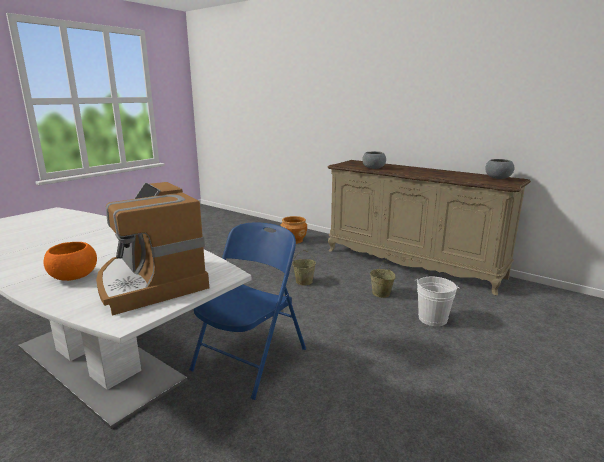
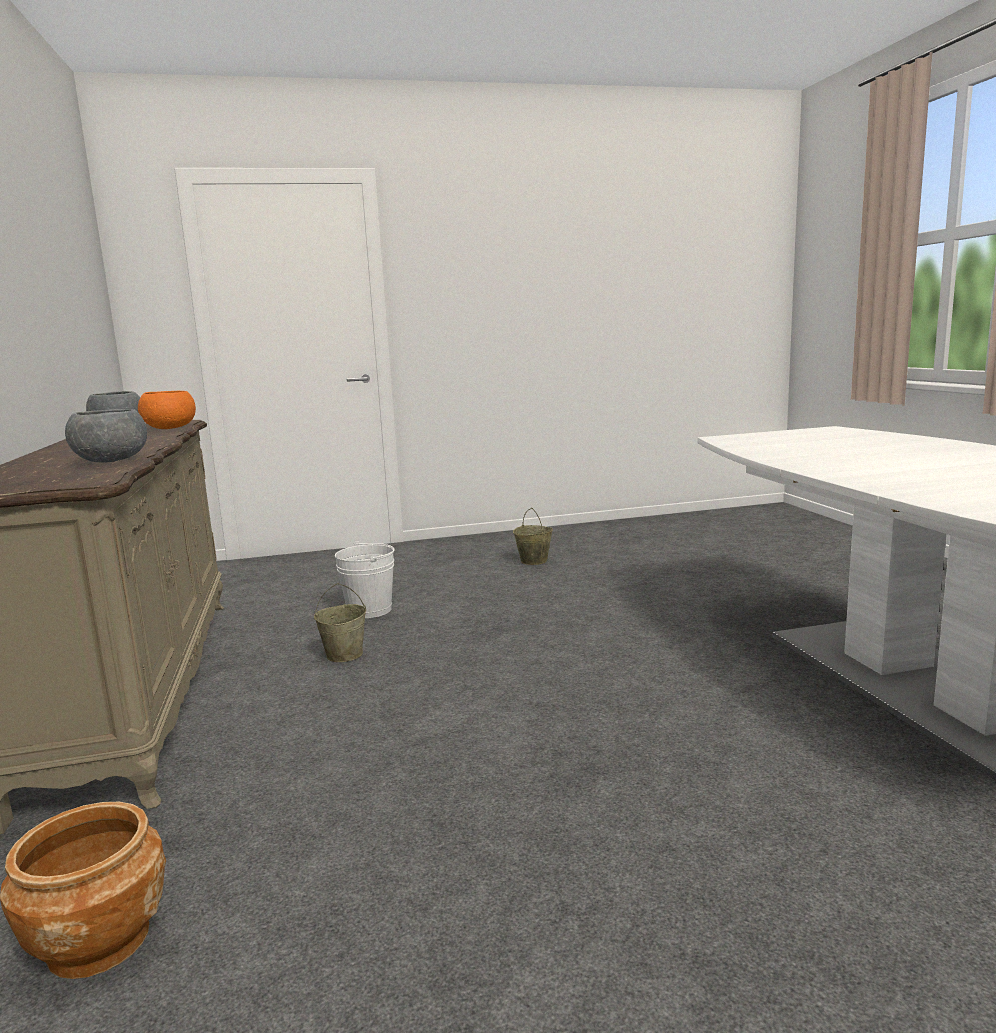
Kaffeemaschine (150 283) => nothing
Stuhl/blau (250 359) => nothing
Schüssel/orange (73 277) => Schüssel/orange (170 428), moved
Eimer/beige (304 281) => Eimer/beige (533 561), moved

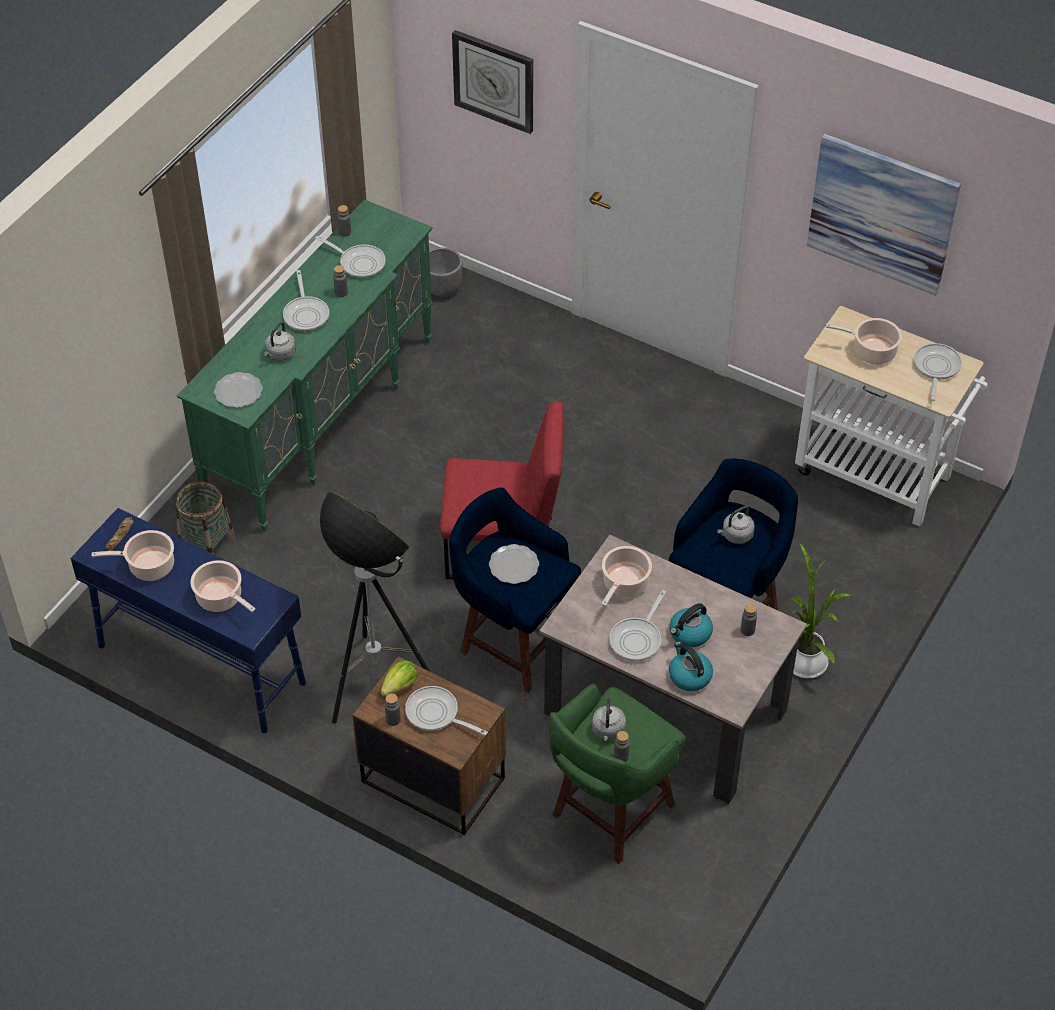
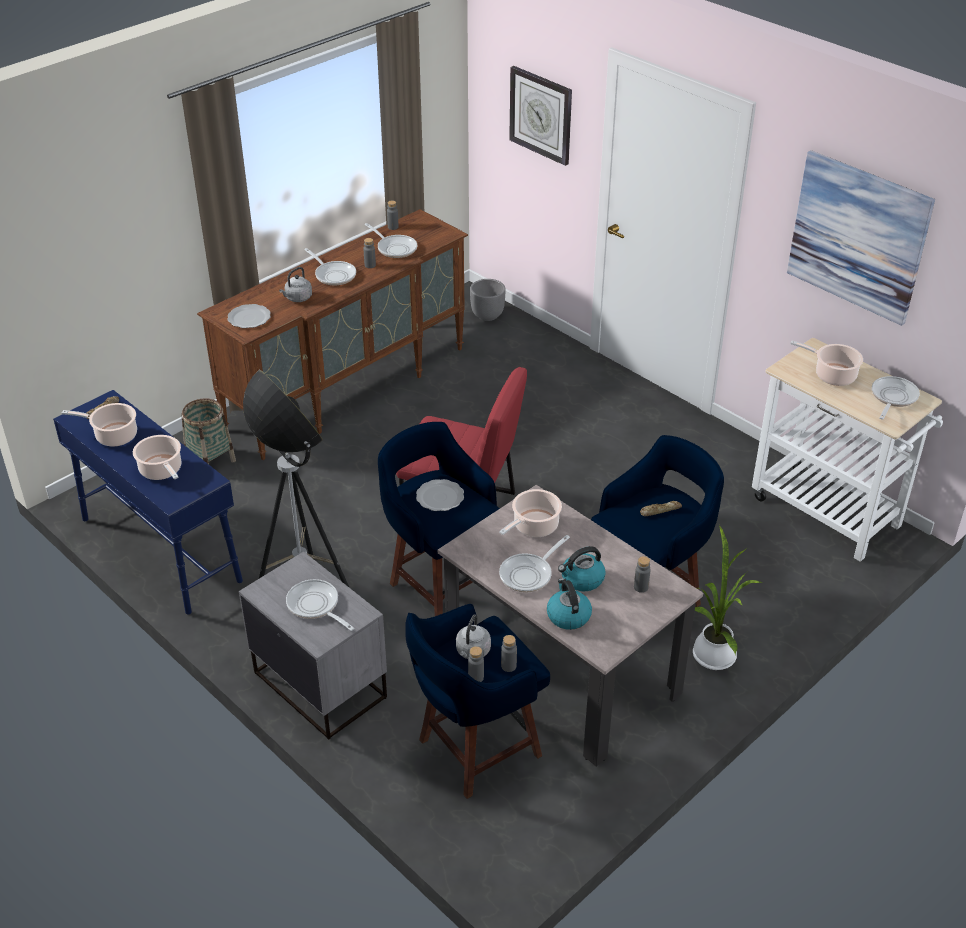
Salatkopf (398 688) => nothing
Flasche/grau (393 720) => Flasche/grau (508 666), moved
Wasserkessel/grau (736 536) => Brot (660 510)
Schrank/grün (323 420) => Schrank/braun (349 389)
Nachttisch/braun (433 779) => Nachttisch/grau (320 684)
Hocker/grün (609 814) => Hocker/blau (475 750)
Pfanne (306 314) => Pfanne (333 275), 45 degrees counterclockwise

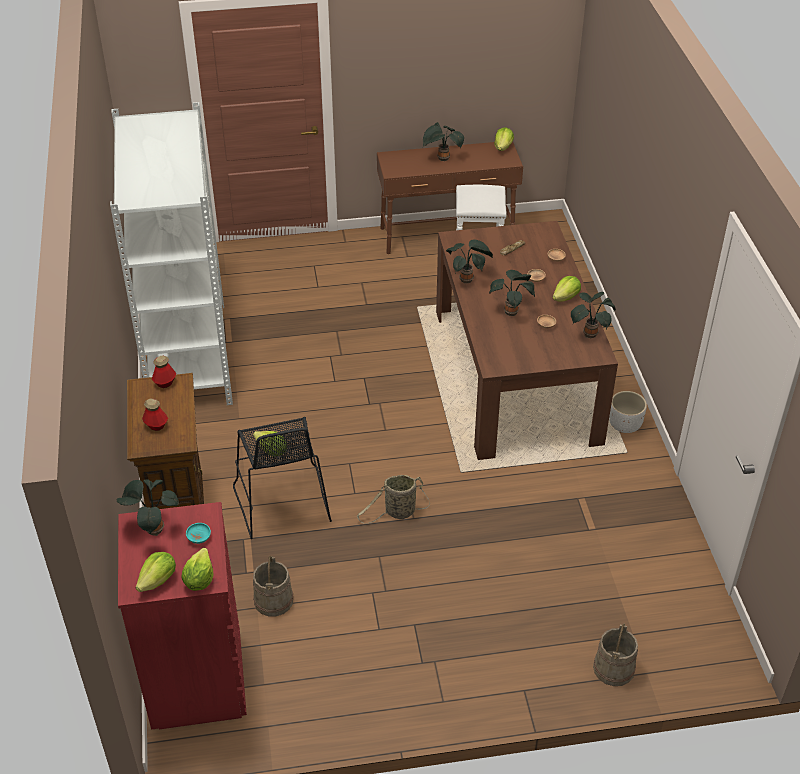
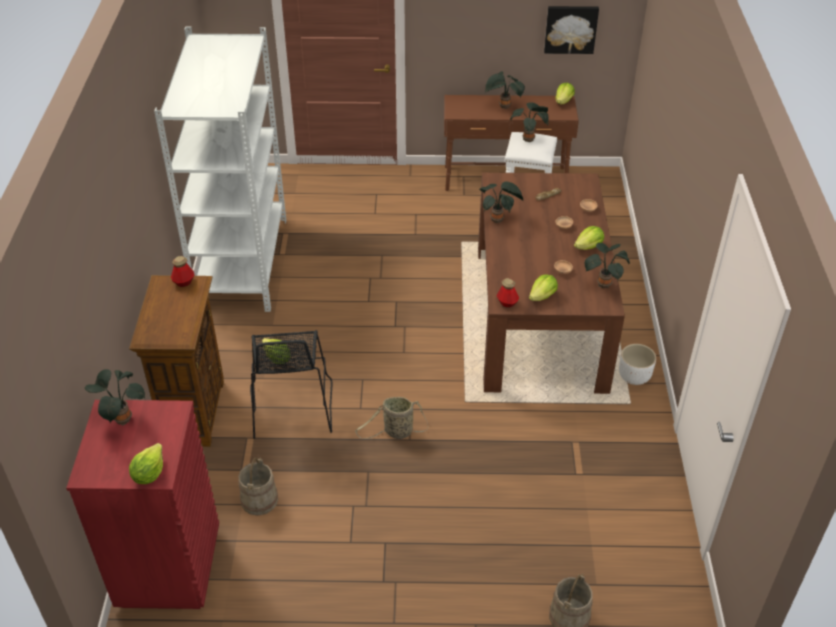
Schüssel/türkis (199 538) => nothing
nothing => Bild (570 29)
Salatkopf (158 580) => Salatkopf (542 296), moved
Flasche (156 425) => Flasche (507 303), moved
Topfpflanze (511 311) => Topfpflanze (529 139), moved

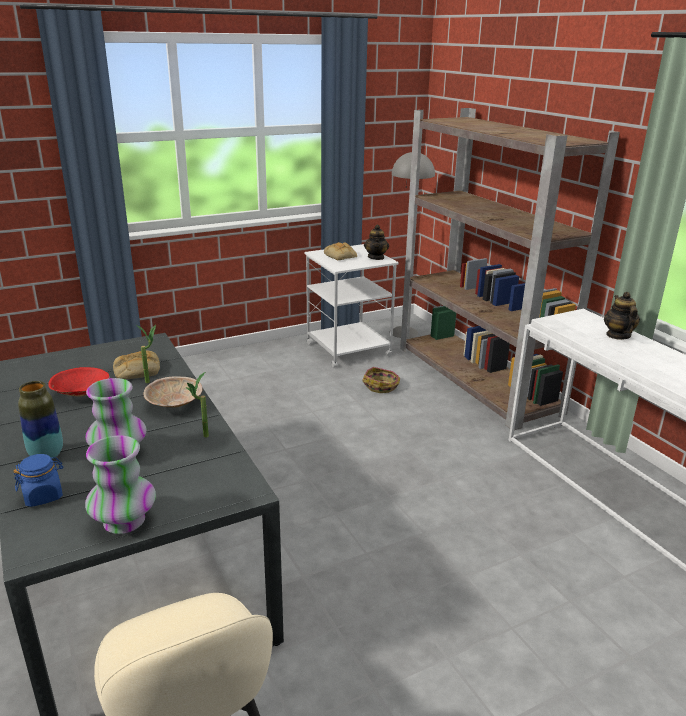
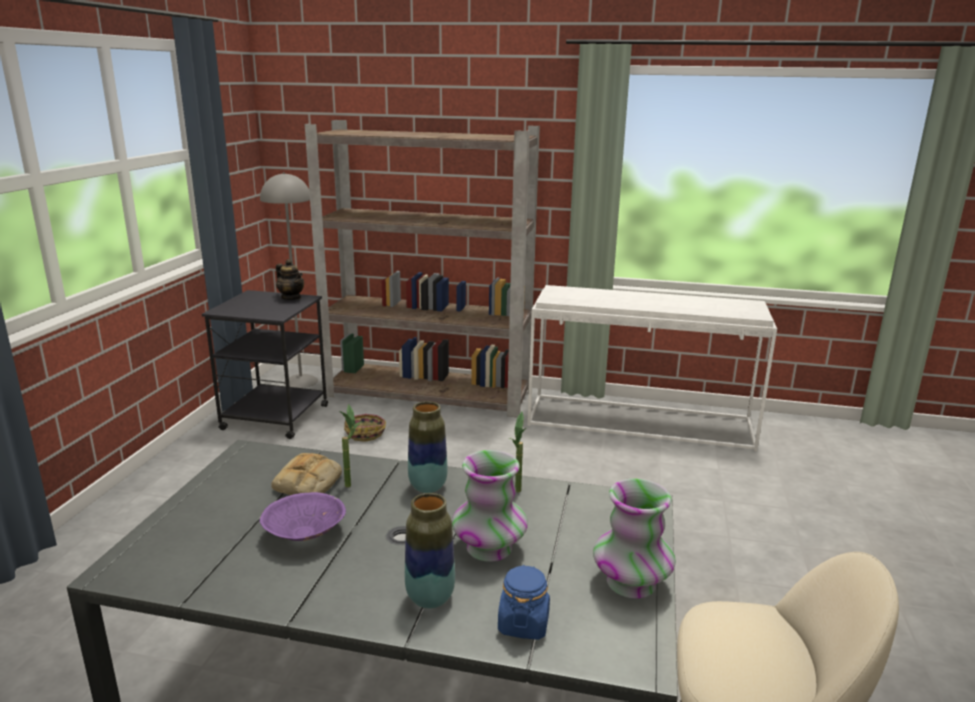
Brot (341 256) => nothing
Teekanne (618 335) => nothing
Schüssel/beige (174 405) => Vase (428 487)
Schüssel/rot (82 393) => Schüssel/lila (305 533)
Rollwagen/weiß (349 349) => Rollwagen/schwarz (275 416)

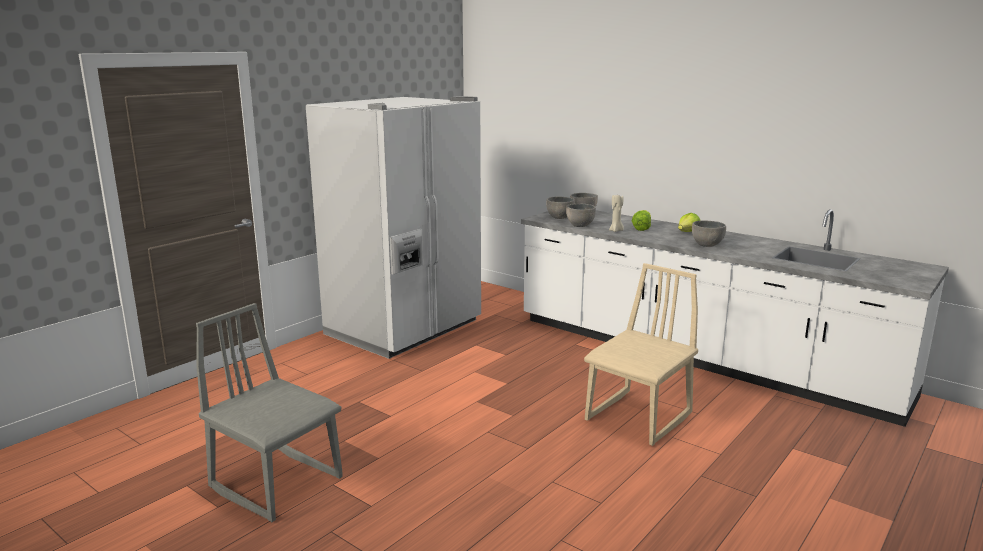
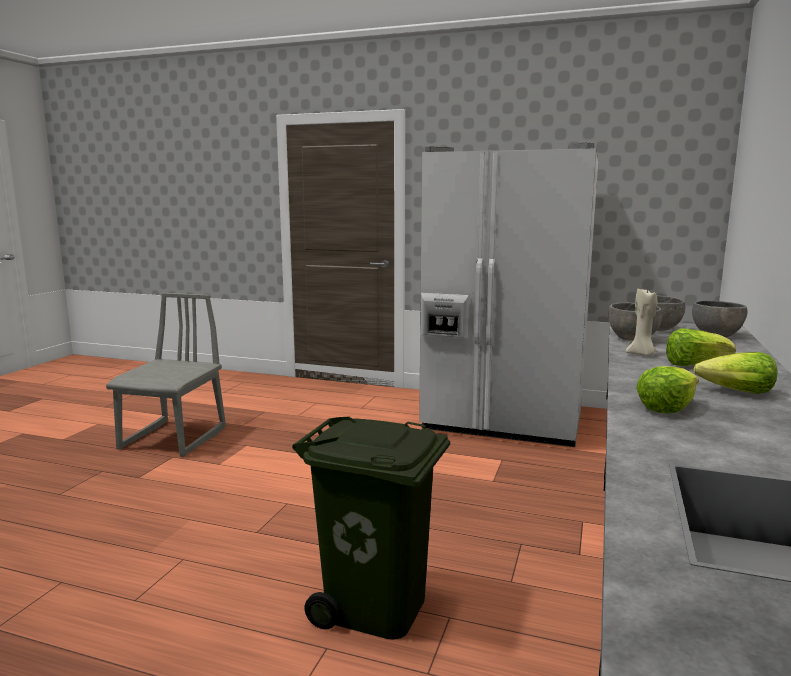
Stuhl/beige (639 418) => Mülleimer/grün (375 607)
Schüssel/grau (707 245) => Salatkopf (666 407)

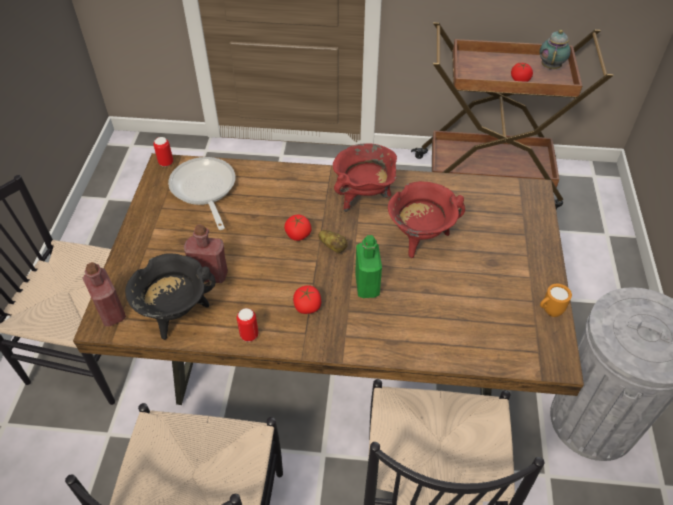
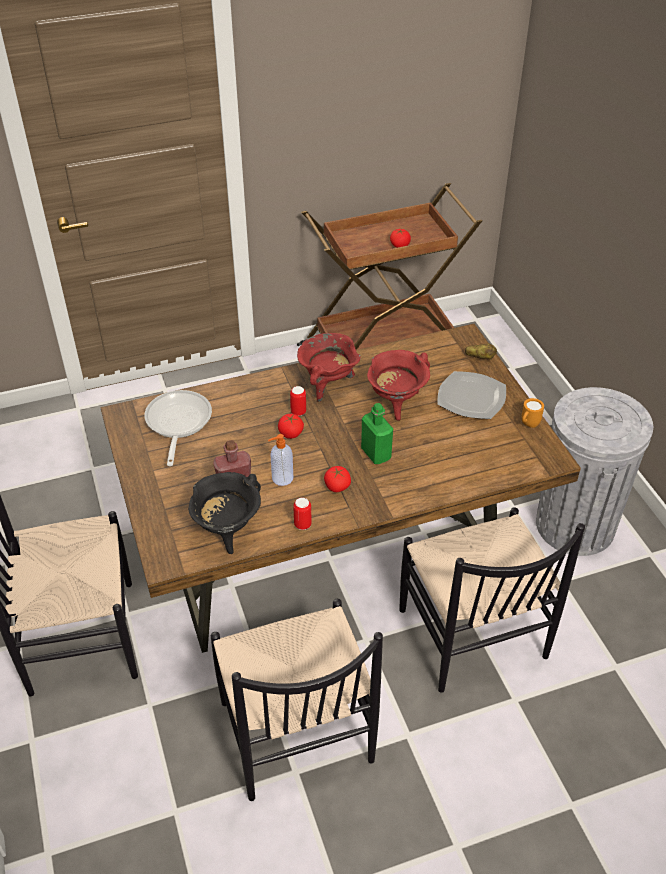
Flasche/rot (111 312) => nothing
Teekanne (551 66) => nothing
nothing => Seifenspender (281 478)
nothing => Teller (470 398)
Dose (166 163) => Dose (298 412), moved
Kartoffel (333 247) => Kartoffel (480 357), moved
Pfanne (204 190) => Pfanne (177 423), 45 degrees clockwise

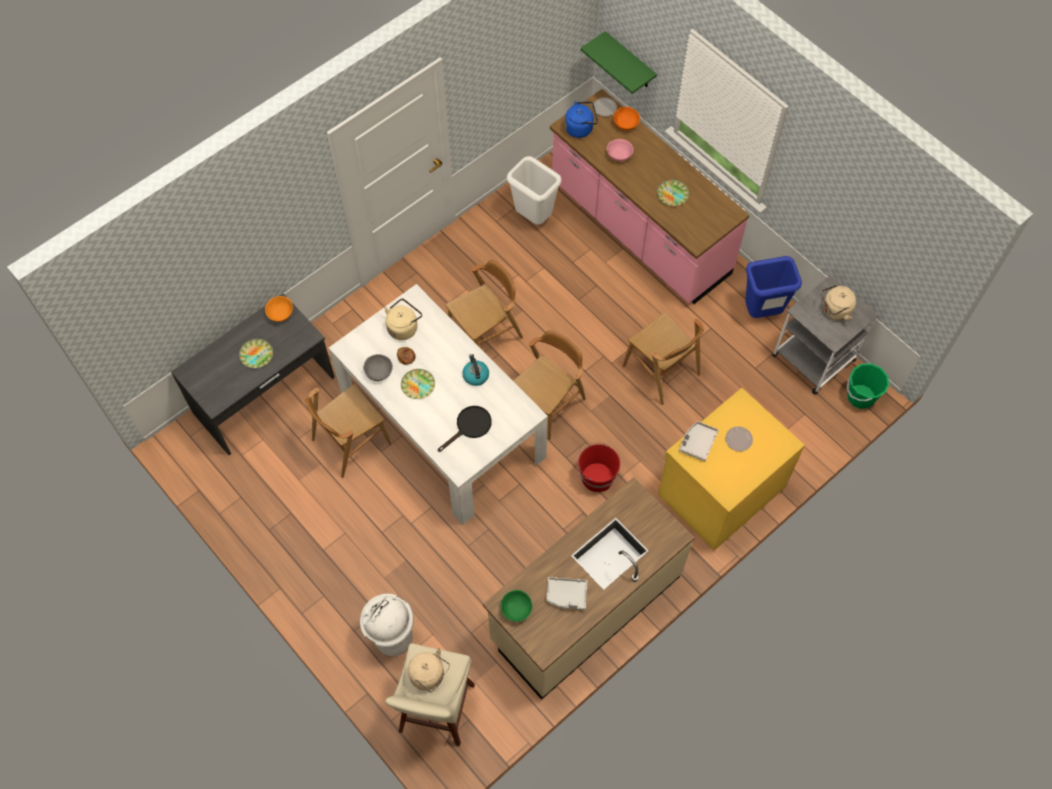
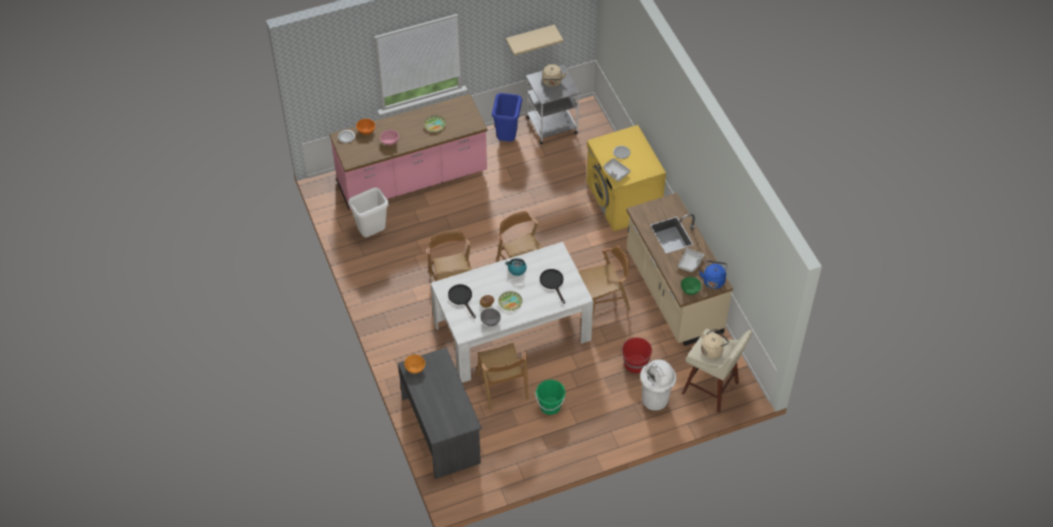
Teller (257 355) => nothing
Wandregal/grün (629 61) => nothing
nothing => Wandregal/beige (530 38)
Wasserkessel/blau (580 128) => Wasserkessel/blau (713 280), moved
Eimer/rot (596 477) => Eimer/rot (635 364), moved
Stuhl/braun (661 370) => Stuhl/braun (603 301), moved
Eimer/grün (860 396) => Eimer/grün (550 406), moved
Wasserkessel/beige (403 327) => Pfanne/schwarz (462 298)

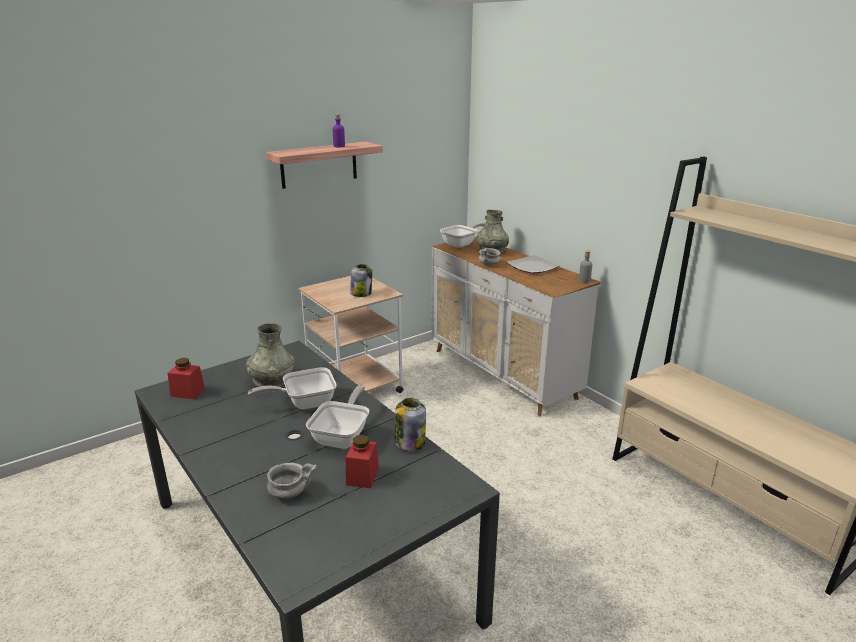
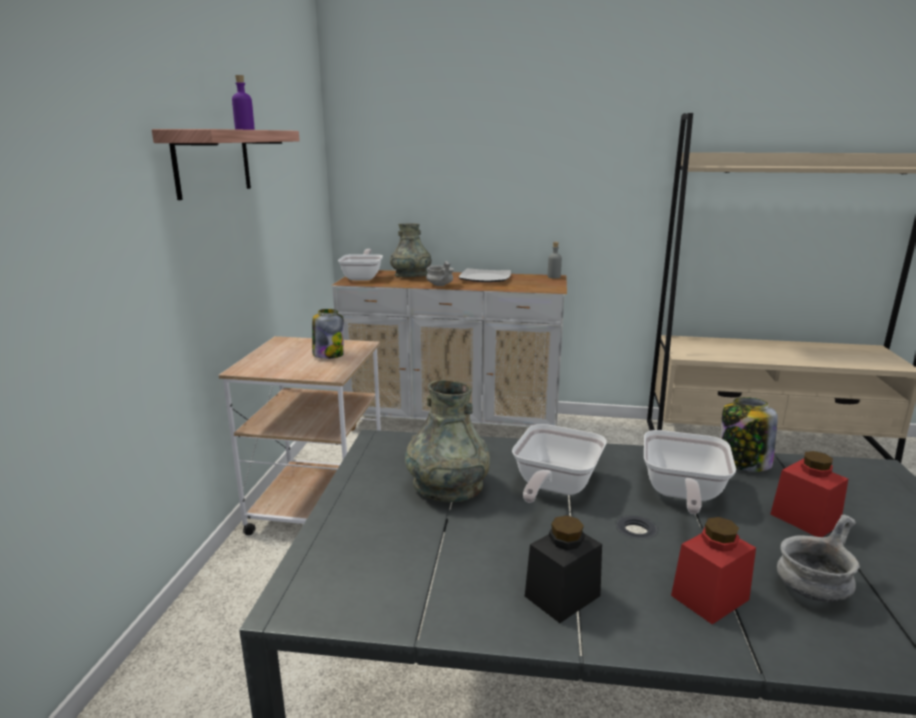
nothing => Vorratsglas/schwarz (562 596)
Vorratsglas/rot (188 392) => Vorratsglas/rot (709 597), moved
Pfanne (343 436) => Pfanne (681 494), 135 degrees counterclockwise

